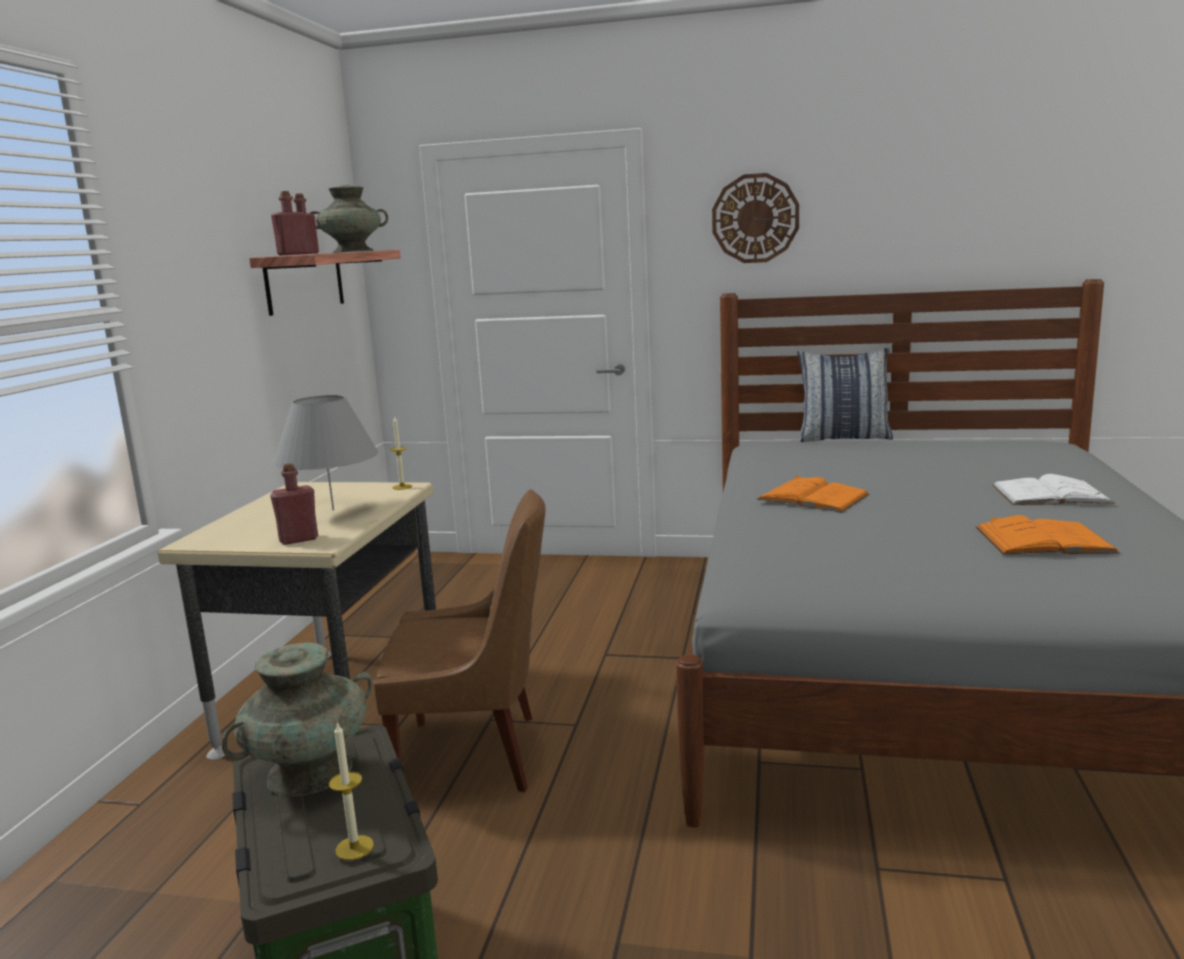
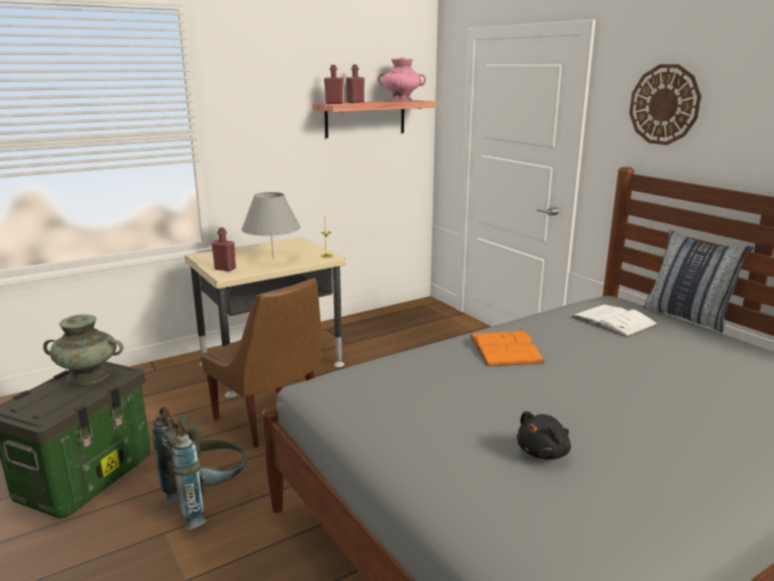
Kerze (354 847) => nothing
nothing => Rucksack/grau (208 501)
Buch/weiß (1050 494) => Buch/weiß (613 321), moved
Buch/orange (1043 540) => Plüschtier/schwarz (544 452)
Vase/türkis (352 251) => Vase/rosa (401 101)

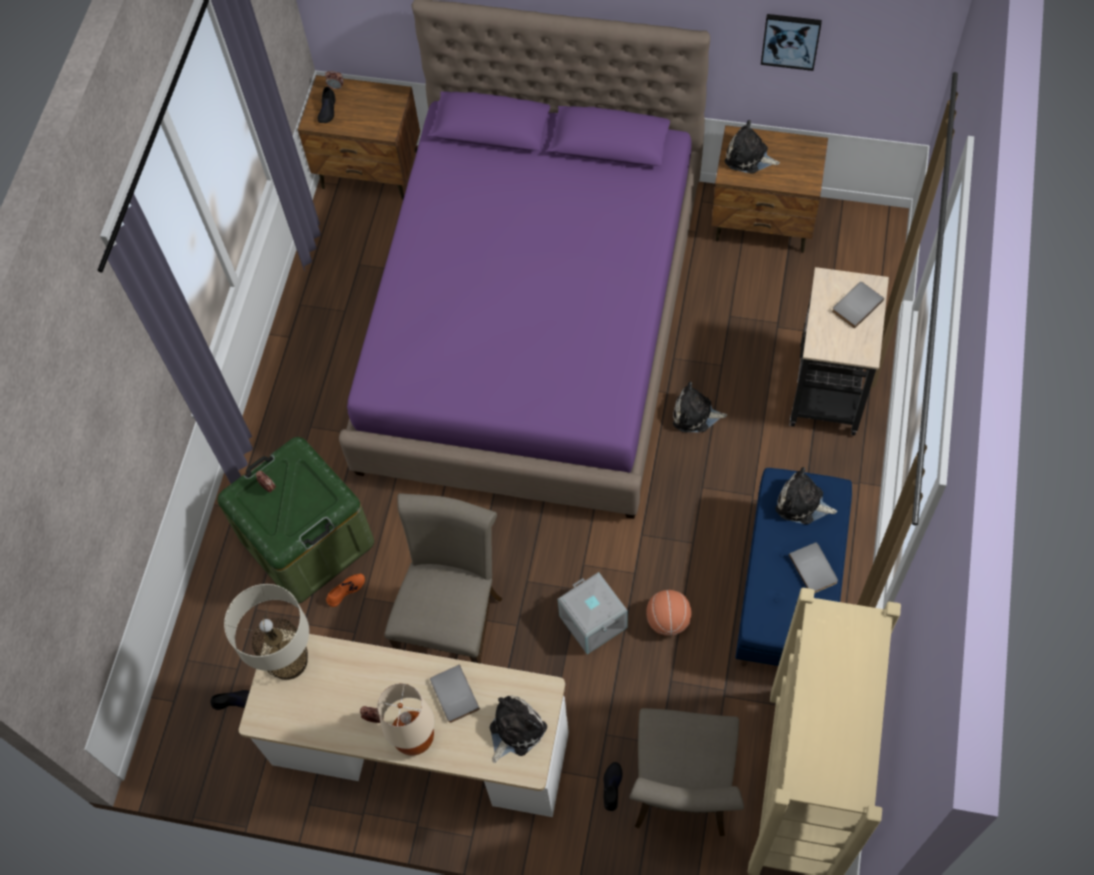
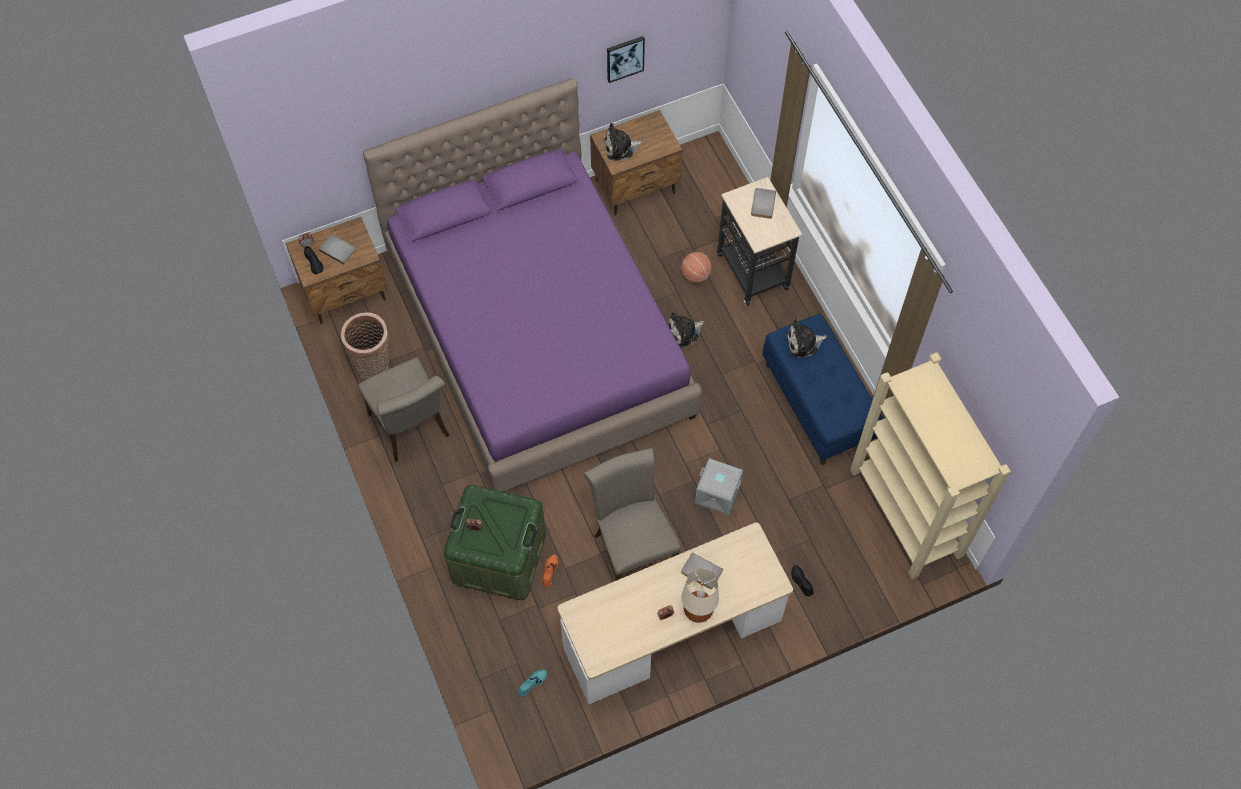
Tischlampe (288 661) => nothing
Plüschtier (515 730) => nothing
nothing => Korb (373 364)
Stuhl/beige (682 794) => Stuhl/beige (412 428), moved
Basketball (668 620) => Basketball (696 275), moved
Buch/grau (814 568) => Buch/grau (338 249), moved
Schuh/schwarz (235 700) => Schuh/türkis (532 683)

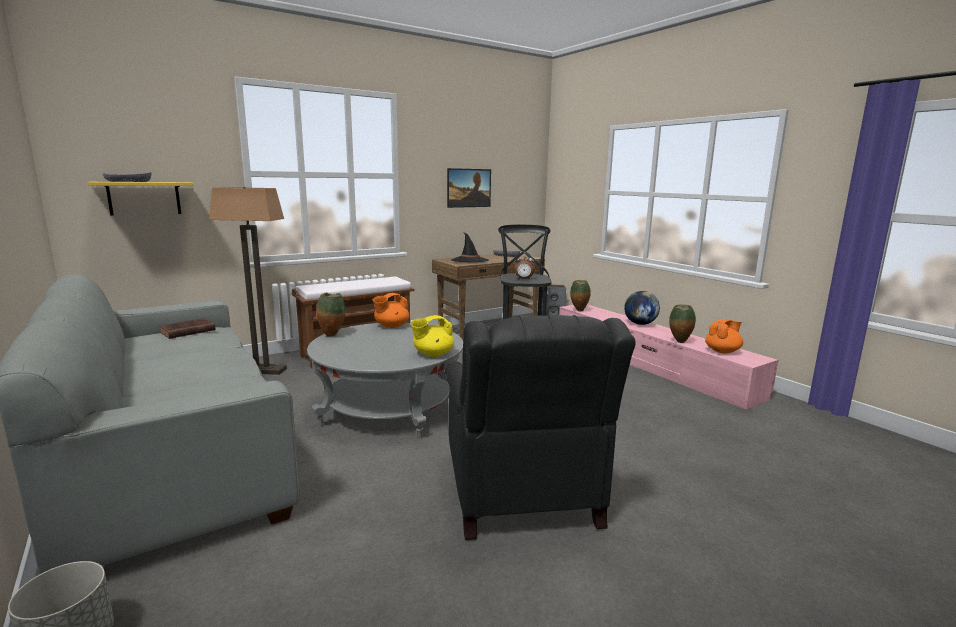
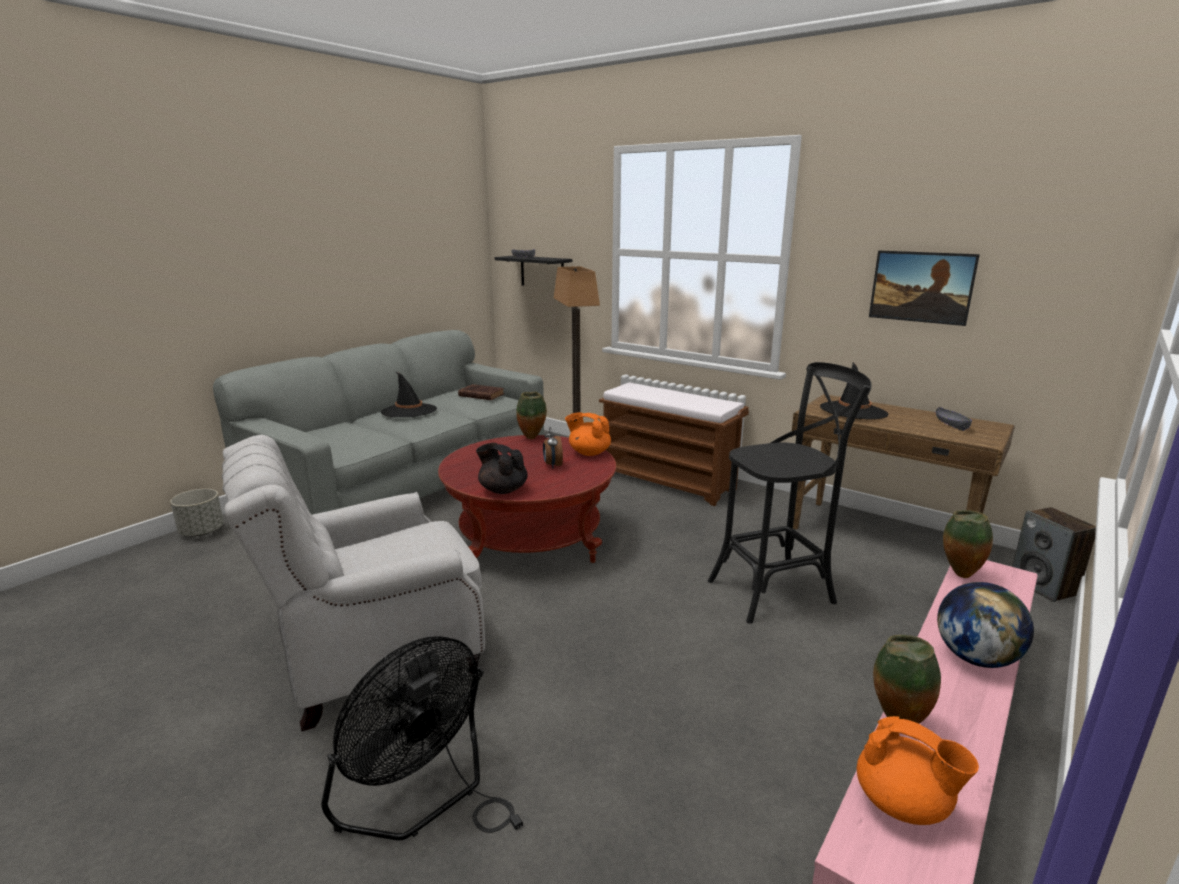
nothing => Ventilator/schwarz (434 795)
nothing => Hut/schwarz (409 411)
Wecker (524 279) => Wecker (552 465), moved
Wandregal/gelb (144 198) => Wandregal/schwarz (542 272)
Couchtisch/grau (389 409) => Couchtisch/rot (530 537)
Teekanne/gelb (432 354) => Teekanne/schwarz (502 490)
Sessel/schwarz (521 491) => Sessel/weiß (375 656)

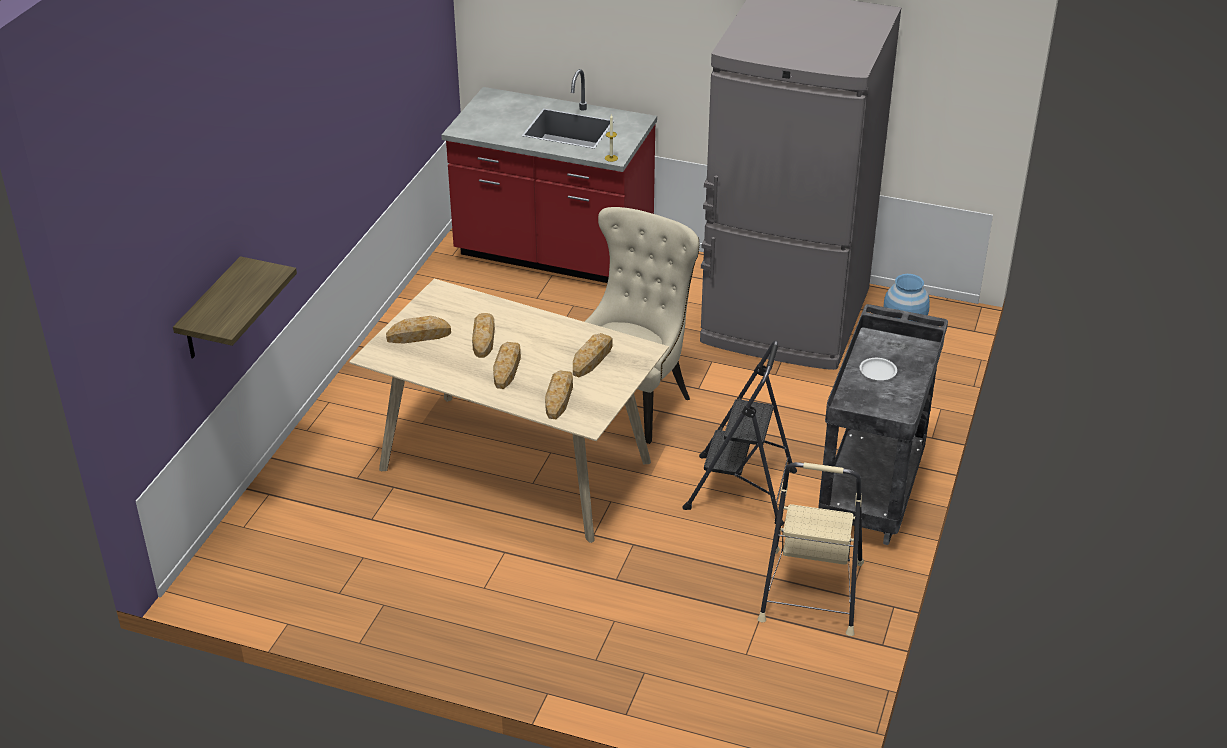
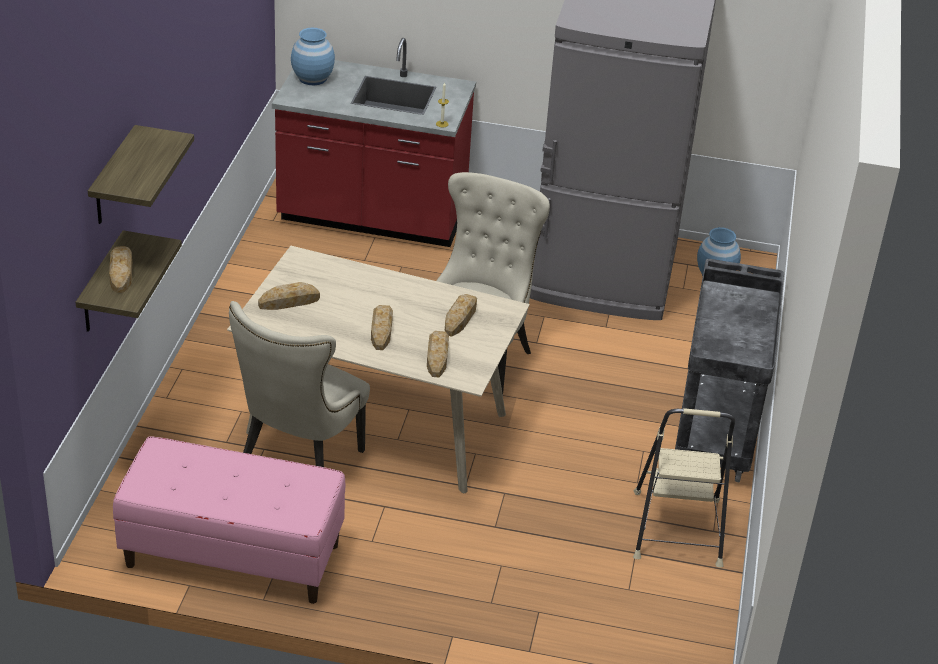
Trittleiter/schwarz (744 489) => nothing
Teller/weiß (877 372) => nothing
nothing => Wandregal (113 178)
nothing => Bank/rosa (232 556)
nothing => Stuhl/beige (300 462)
nothing => Vase/blau (312 78)
Brot (483 338) => Brot (121 272), moved

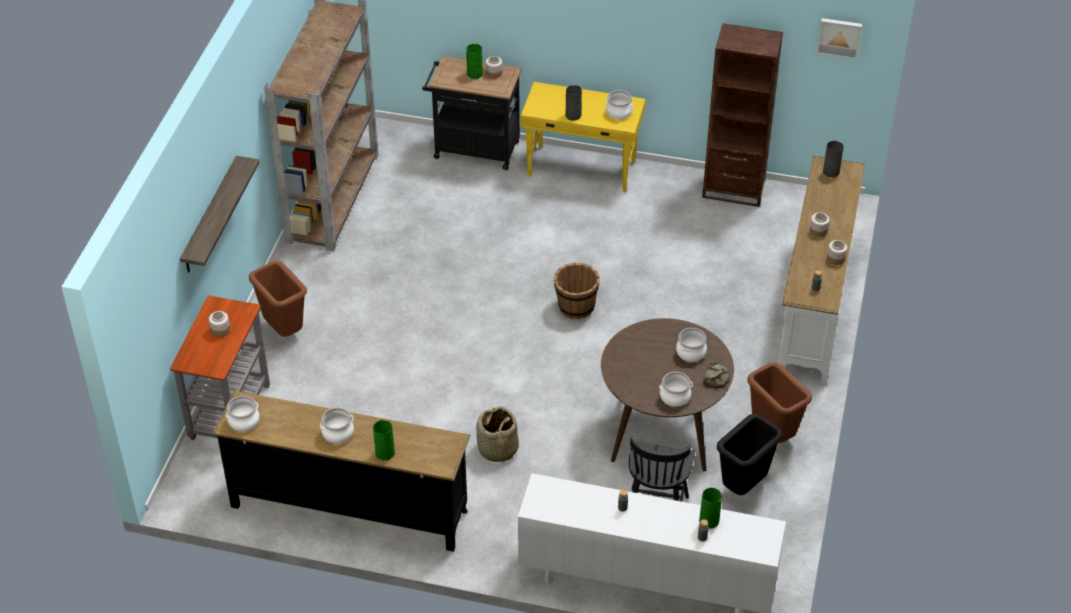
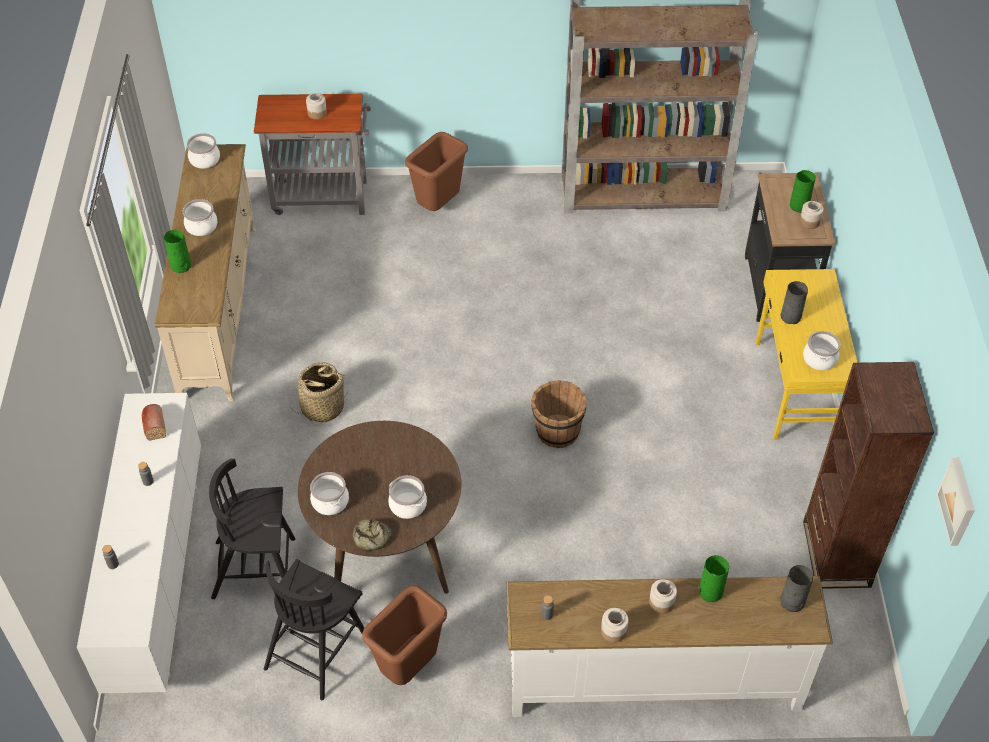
Wandregal (210 216) => nothing
nothing => Brot (154 425)
Vase/grün (708 521) => Vase/grün (710 591), moved
Mülleimer/schwarz (743 487) => Stuhl/schwarz (317 649)
Kommode/schwarz (349 507) => Kommode/beige (220 310)

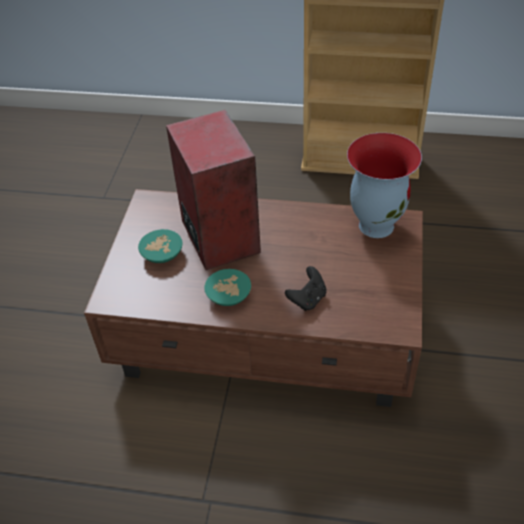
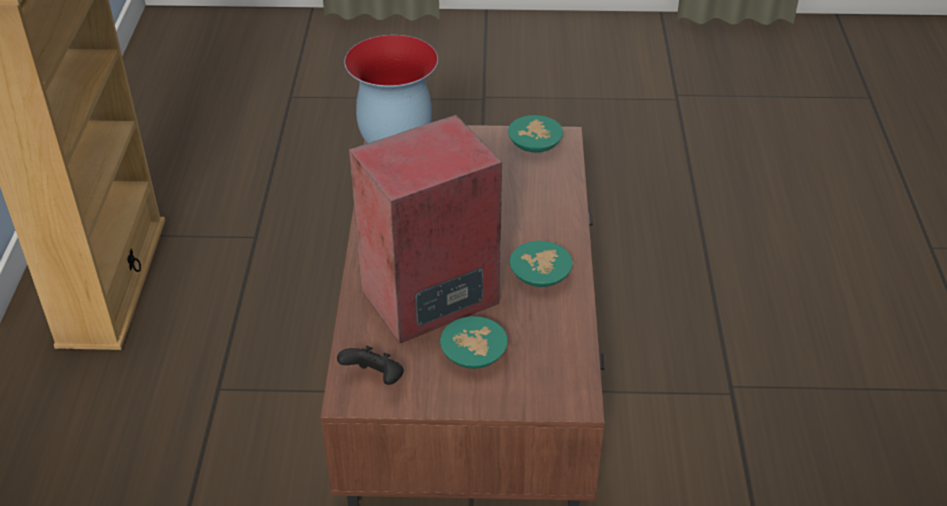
nothing => Schüssel/türkis (535 143)
Gamepad/schwarz (307 299) => Gamepad/schwarz (375 379), moved

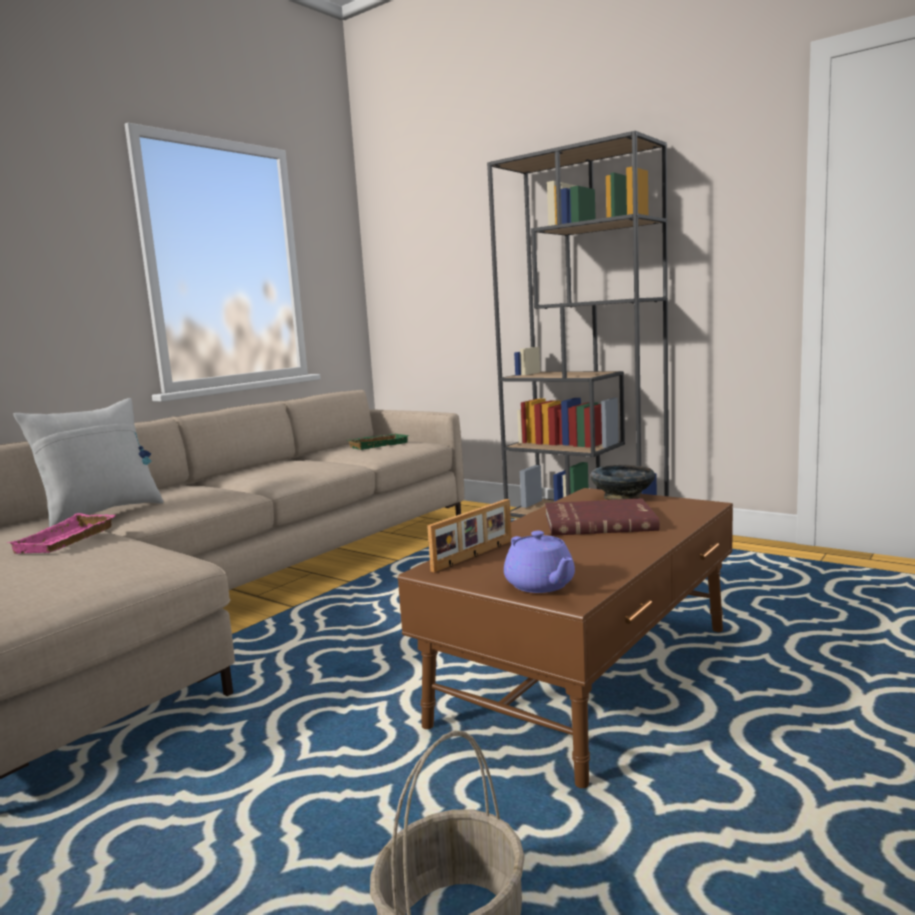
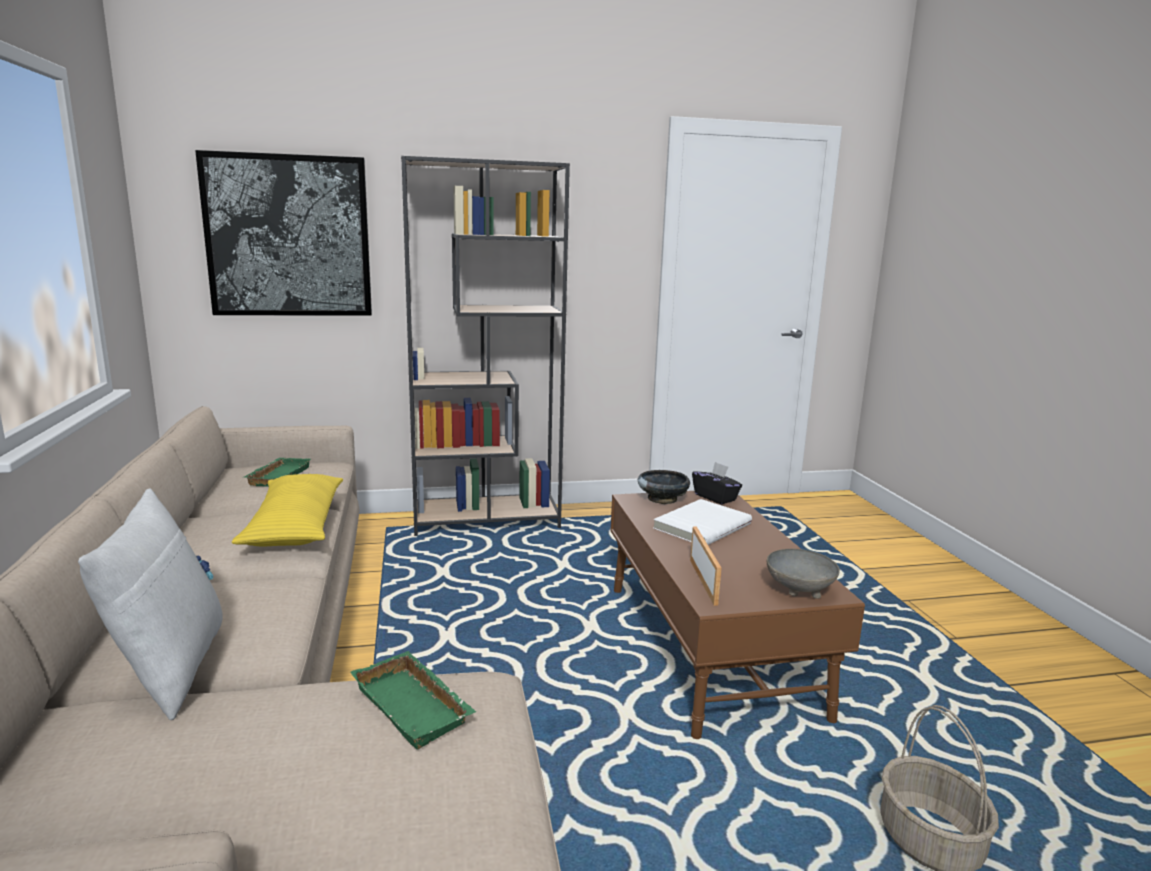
Tablett/rosa (68 541) => nothing
nothing => Bild (288 236)
nothing => Kissen/gelb (295 525)
nothing => Tablett/grün (416 706)
nothing => Taschentuchbox/schwarz (715 497)
Teekanne/lila (540 585) => Schüssel/grau (798 590)
Buch/rot (599 521) => Buch/weiß (700 525)

